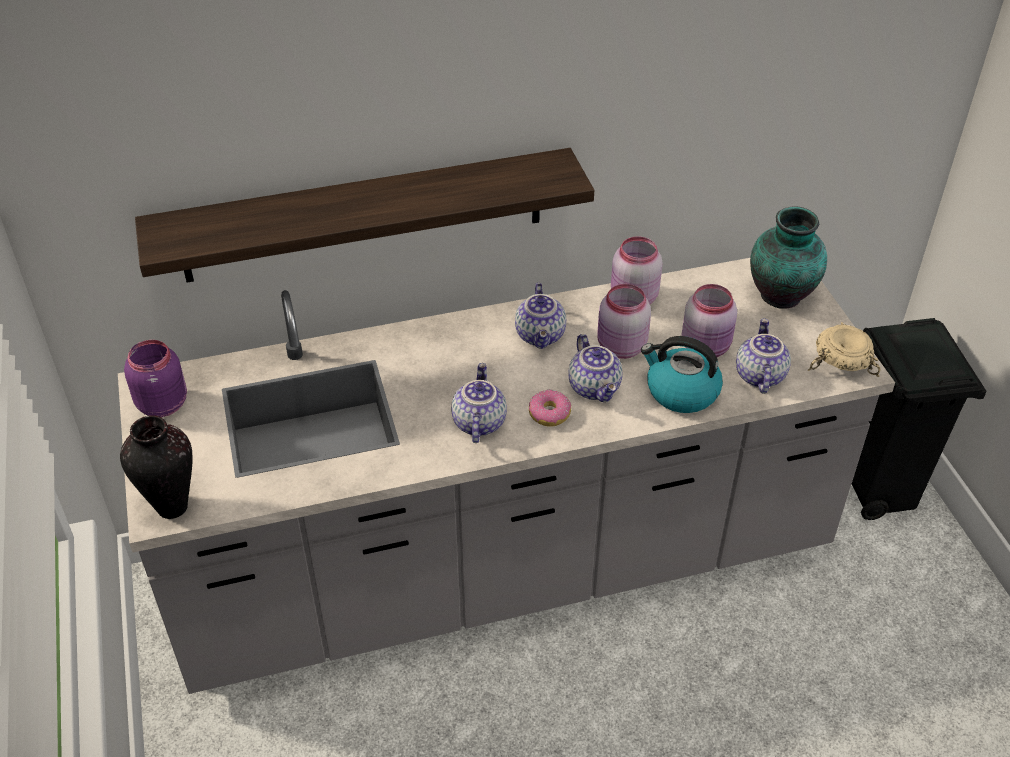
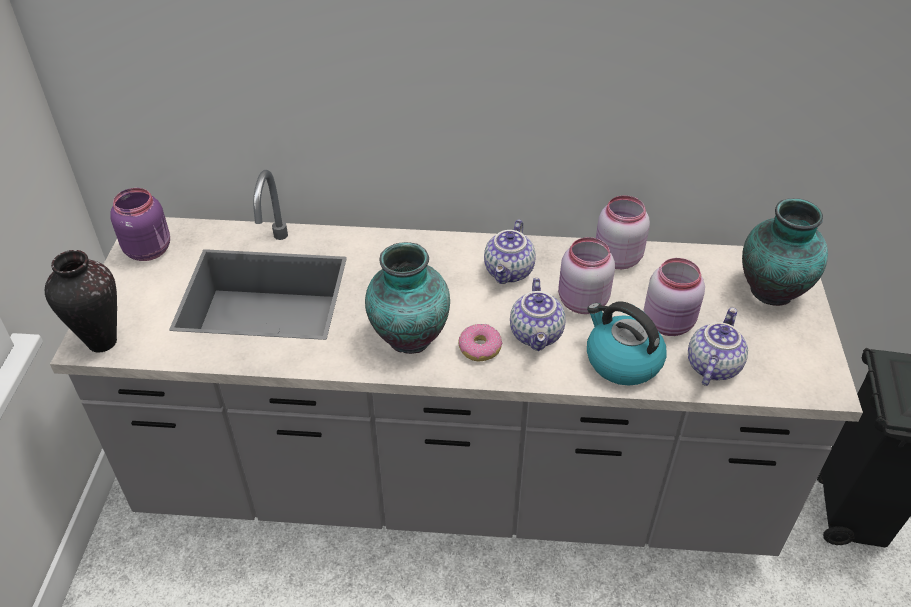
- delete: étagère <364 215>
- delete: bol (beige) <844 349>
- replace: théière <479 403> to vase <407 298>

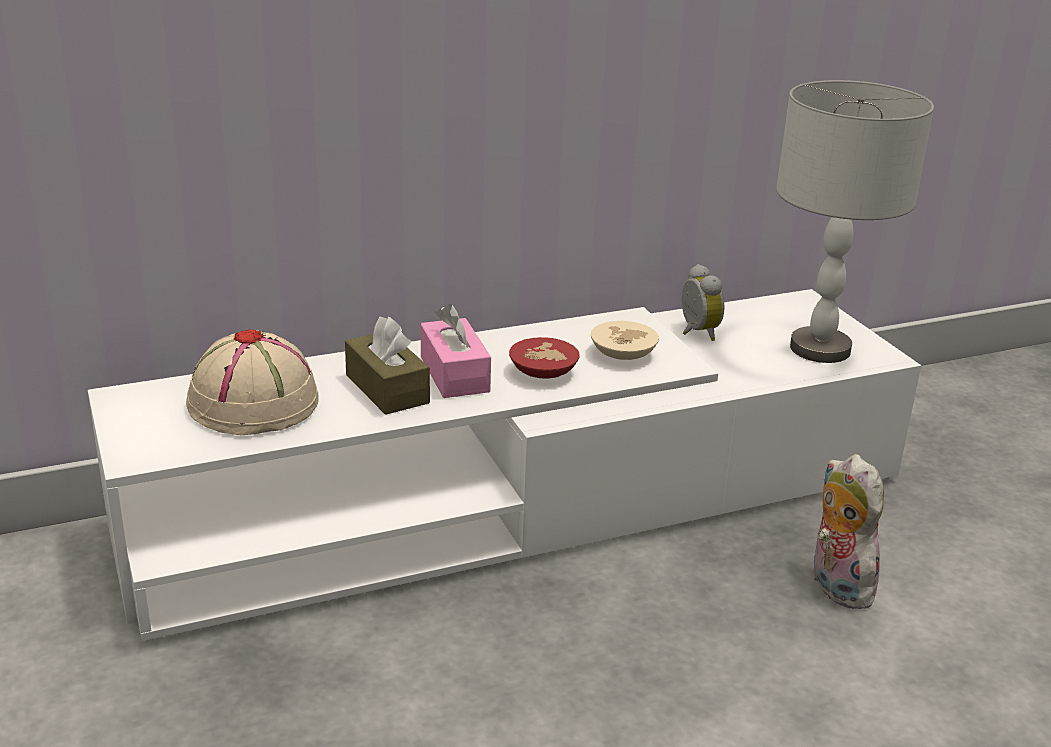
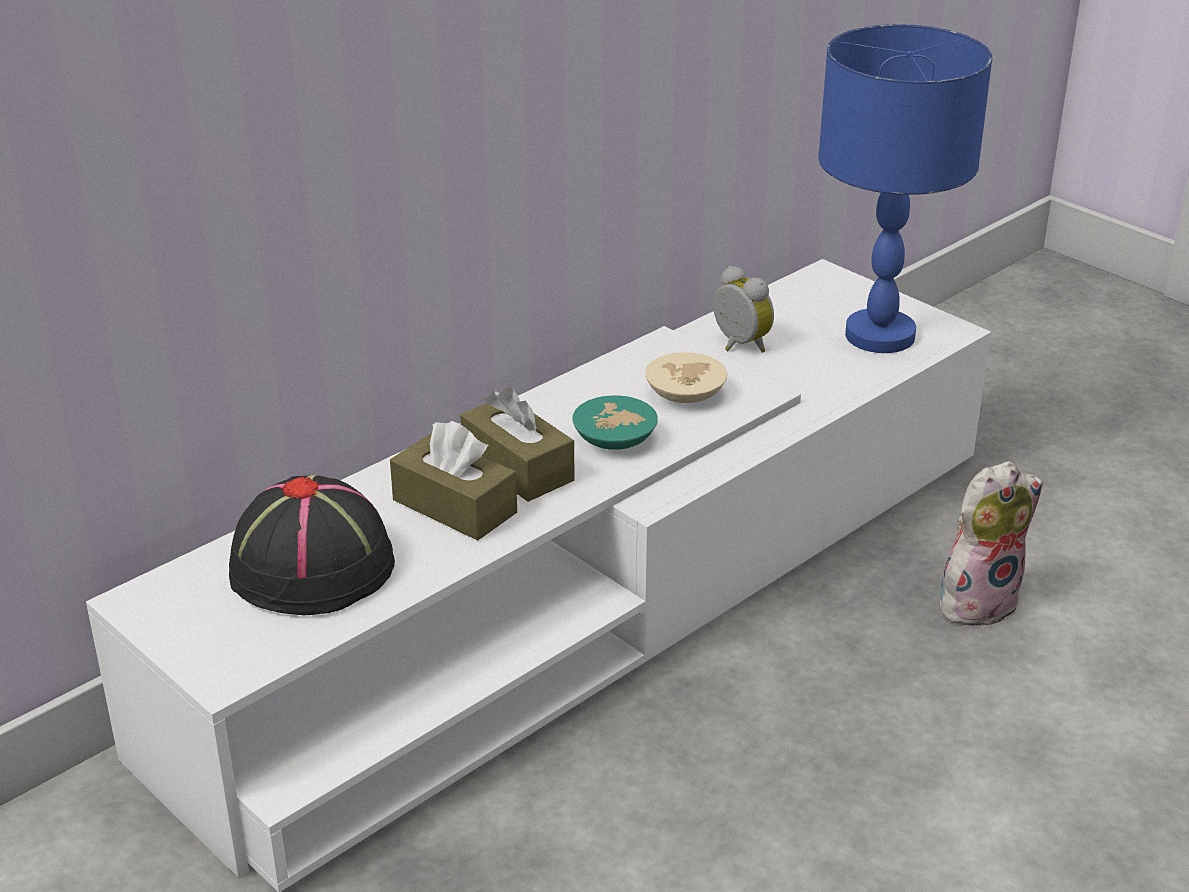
- recolor: lampe de table (gris) <855 221> to lampe de table (bleu) <905 188>
- recolor: boîte à mouchoirs (rose) <456 351> to boîte à mouchoirs (marron) <517 444>
- recolor: chapeau (beige) <252 382> to chapeau (noir) <312 545>
- recolor: bol (rouge) <544 357> to bol (turquoise) <615 422>
- rotate: peluche <848 531> = <991 543> 105 degrees clockwise

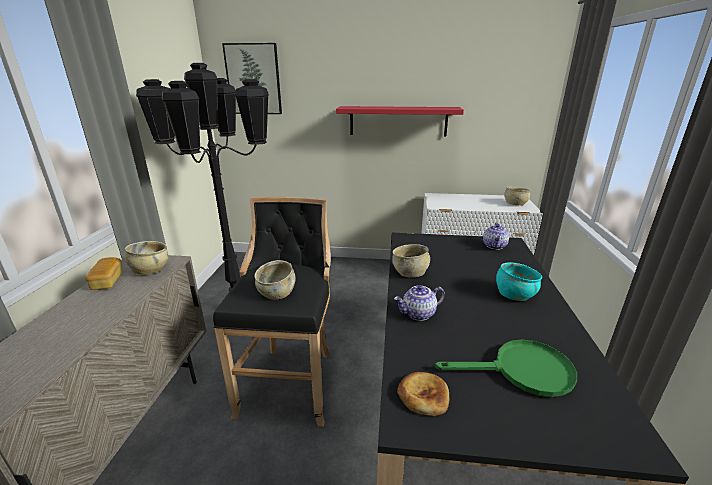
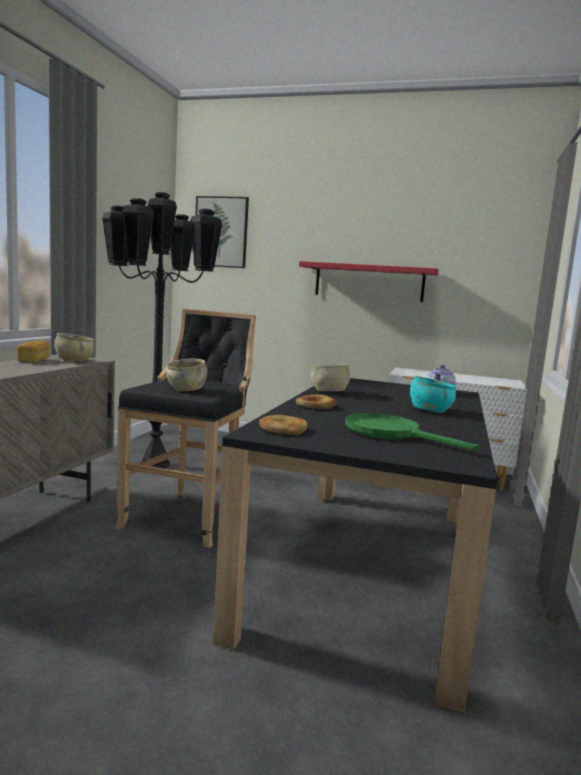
- delete: bol (beige) <517 196>
- replace: théière <419 303> to pain <316 401>
- rotate: poêle (vert) <506 368> = <412 432> 150 degrees counterclockwise

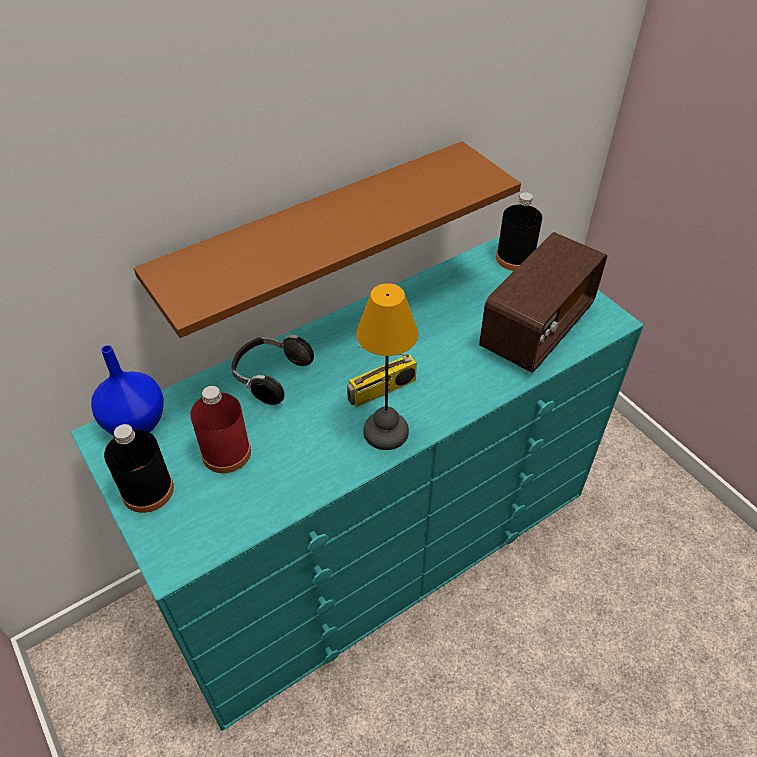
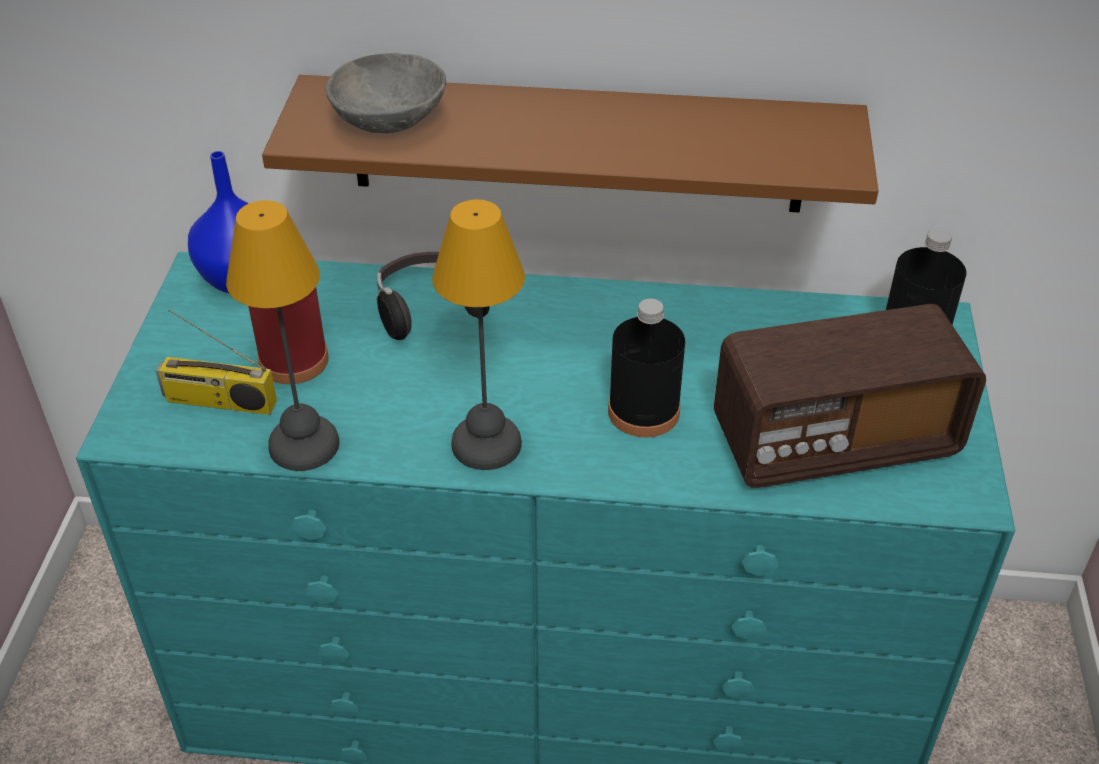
- move: radio <382 376> to <216 362>
- move: bouteille (noir) <139 468> to <646 367>
- insert: bol (gris) <386 93>
- insert: lampe de table <282 335>

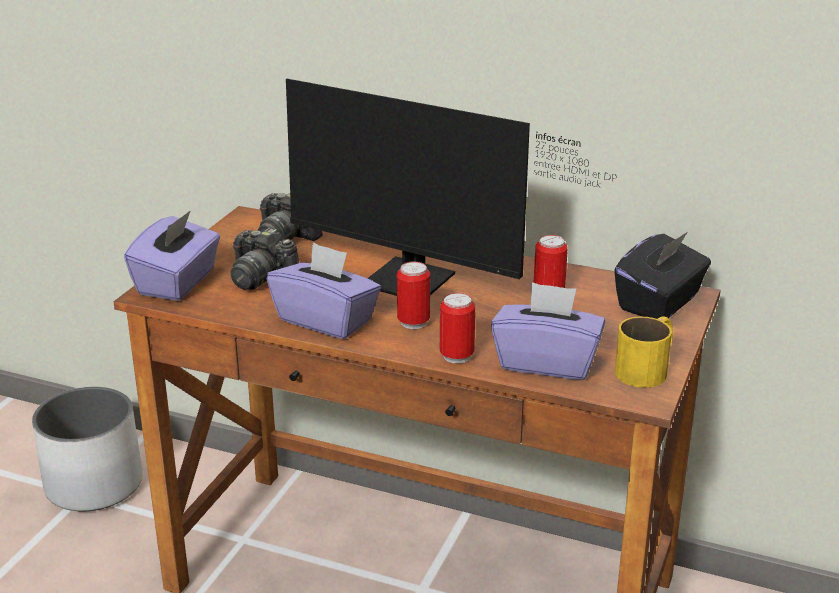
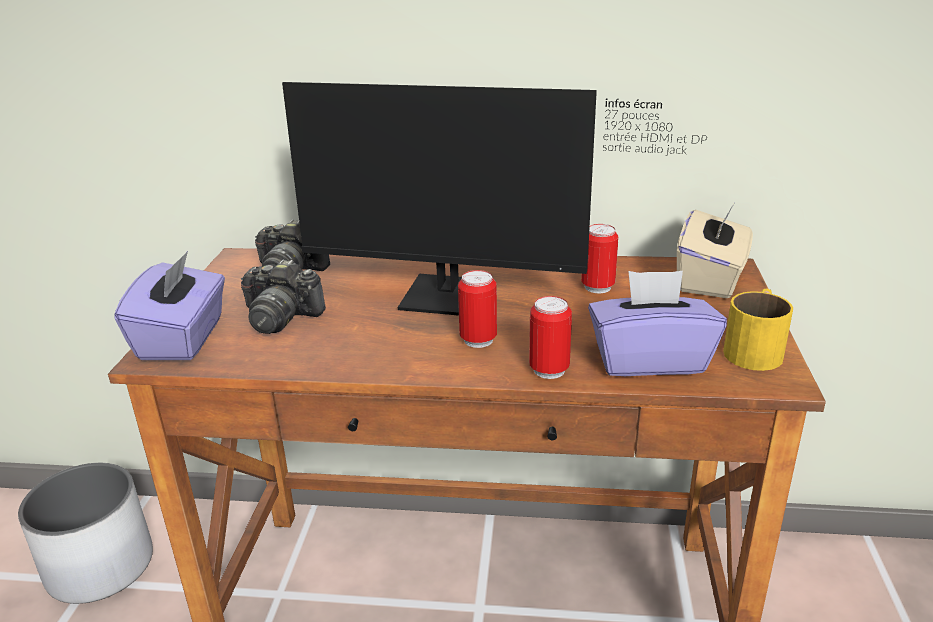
- recolor: boîte à mouchoirs (noir) <662 275> to boîte à mouchoirs (beige) <715 249>
- delete: boîte à mouchoirs (violet) <324 290>

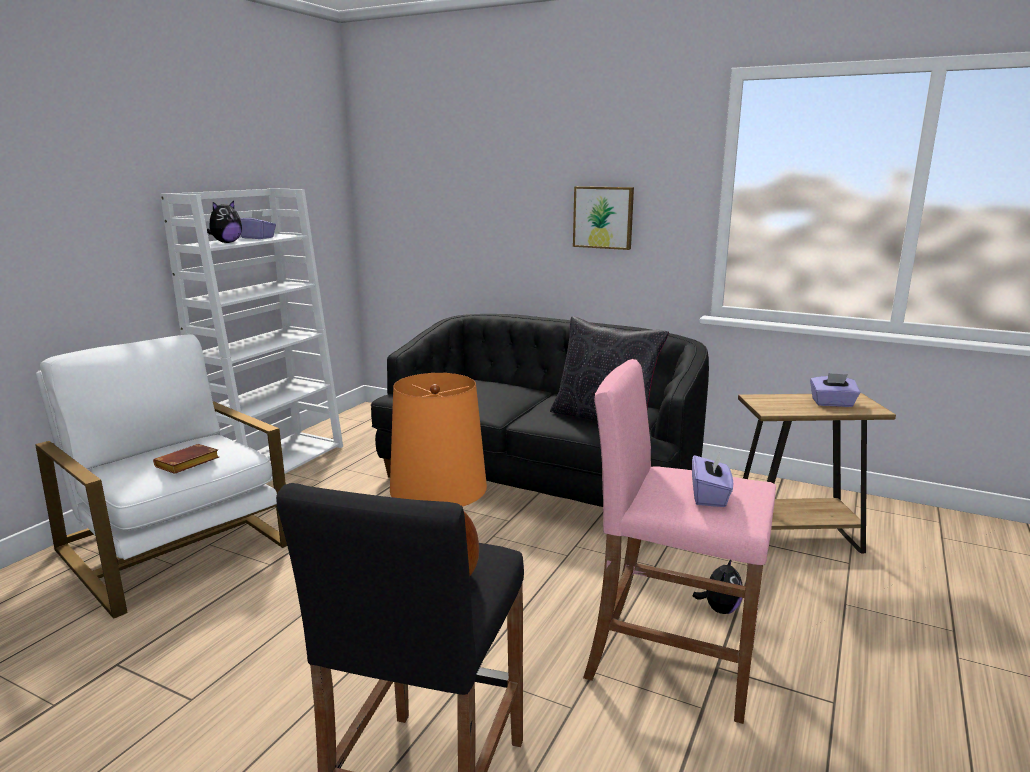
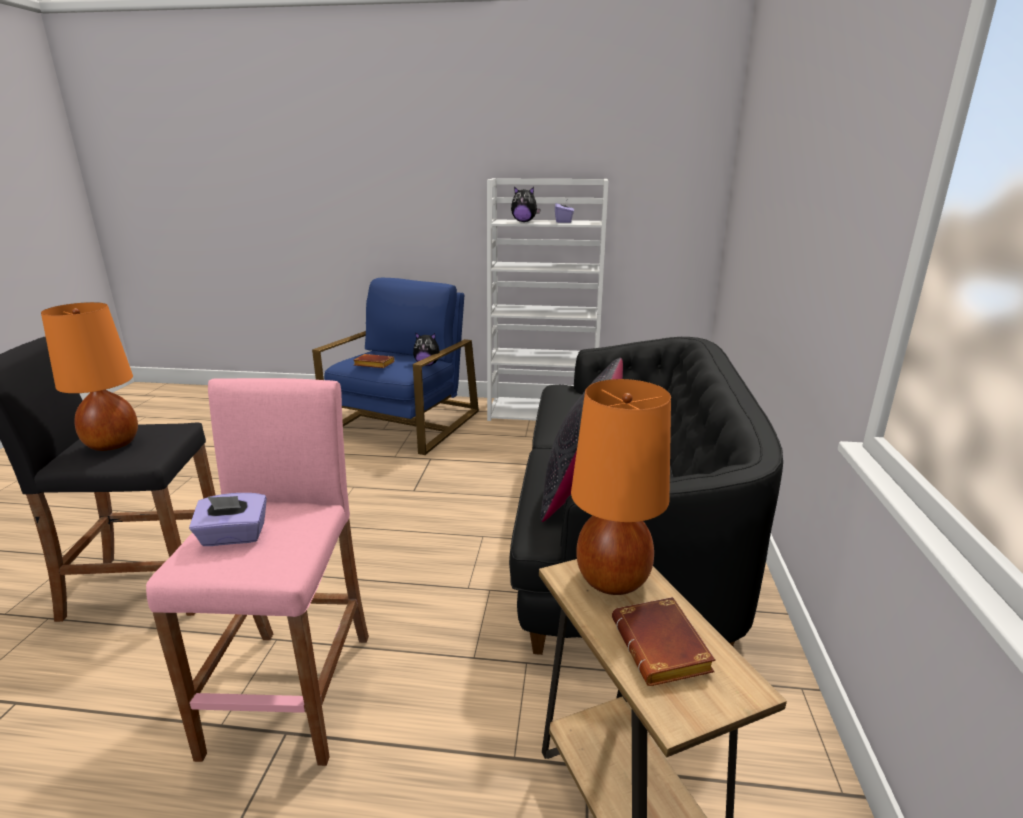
- delete: tableau <603 218>
- recolor: fauteuil (blanc) <161 477> to fauteuil (bleu) <395 366>
- replace: boîte à mouchoirs (violet) <835 390> to livre (marron) <664 641>
- move: peluche <718 587> to <426 349>
- insert: lampe de table (orange) <621 487>

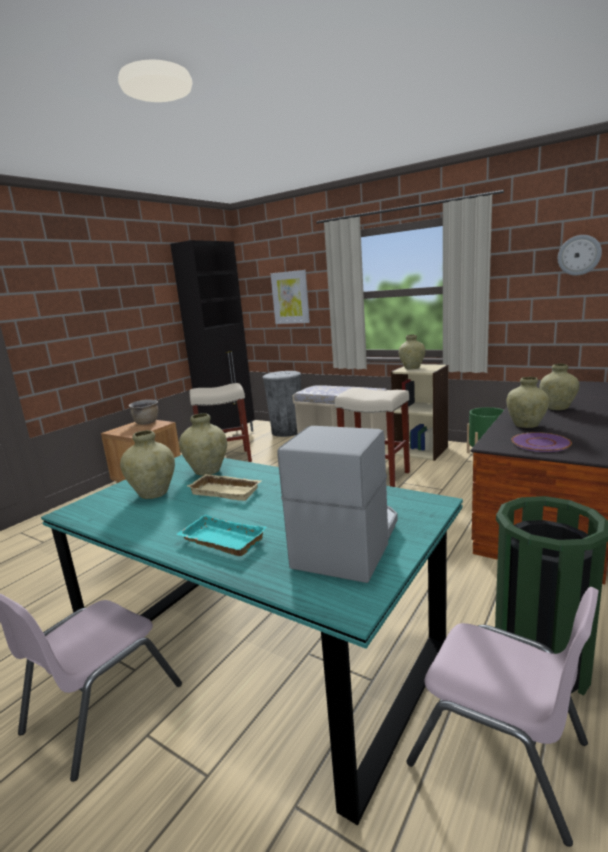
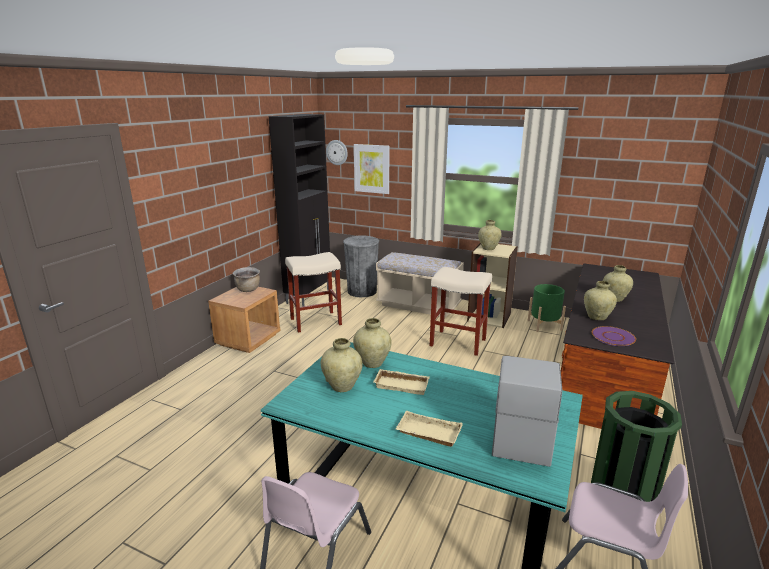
- move: horloge murale <580 255> to <337 152>
- recolor: plateau (turquoise) <221 535> to plateau (beige) <429 429>

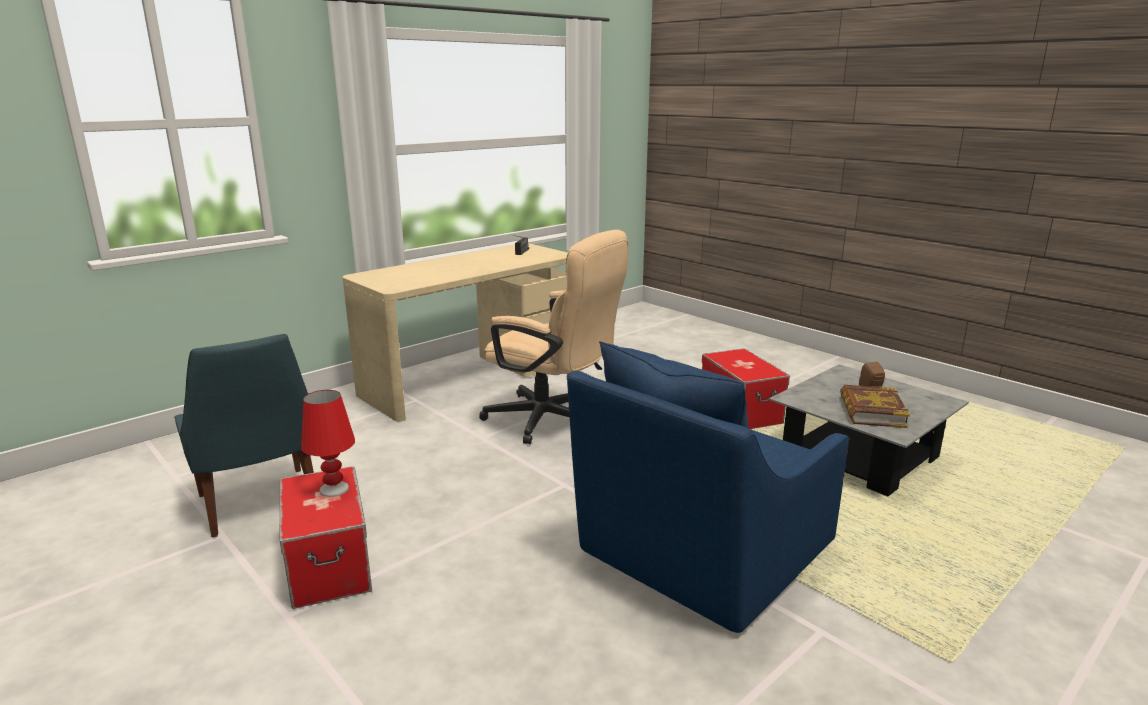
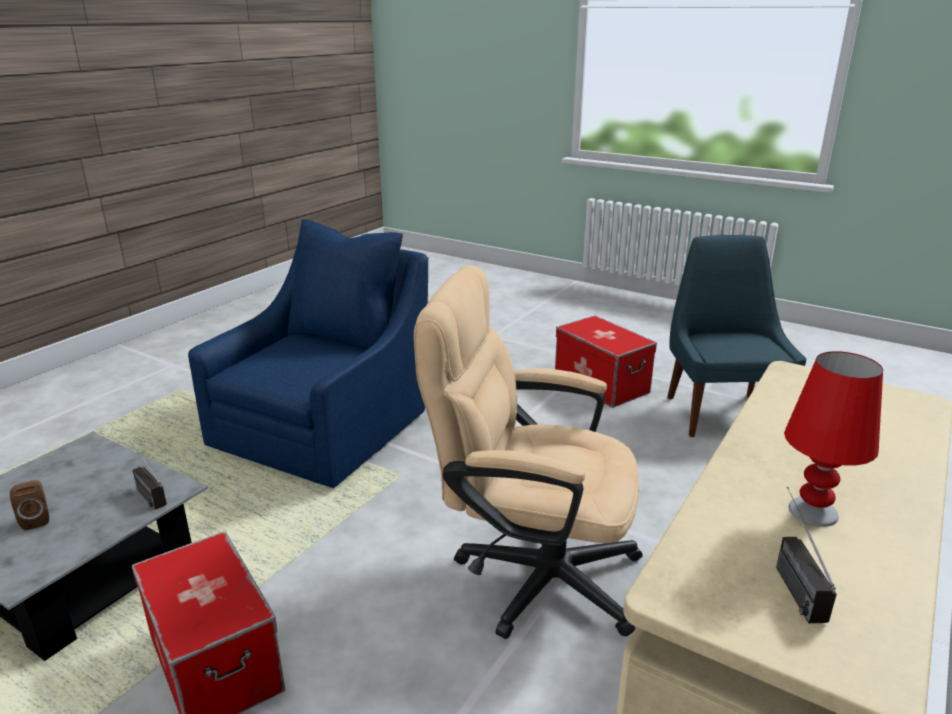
- rotate: chaise (bleu) <244 435> = <737 336> 45 degrees clockwise
- delete: livre <875 406>
- move: lampe de table (rouge) <328 443> to <833 439>
- insert: radio <148 475>

